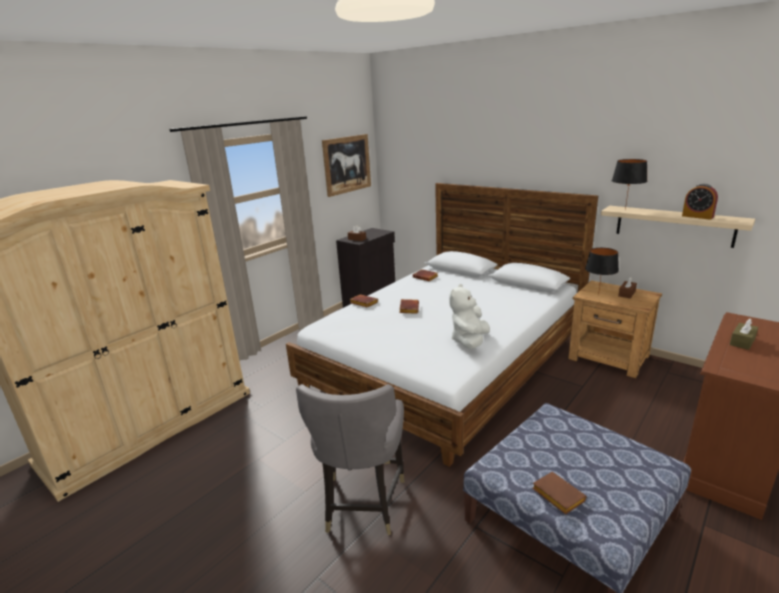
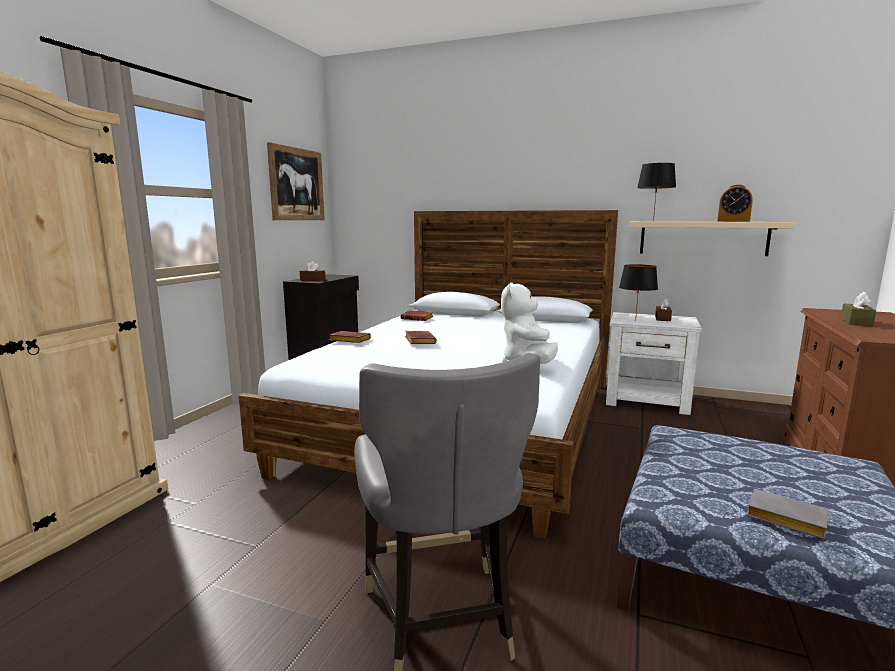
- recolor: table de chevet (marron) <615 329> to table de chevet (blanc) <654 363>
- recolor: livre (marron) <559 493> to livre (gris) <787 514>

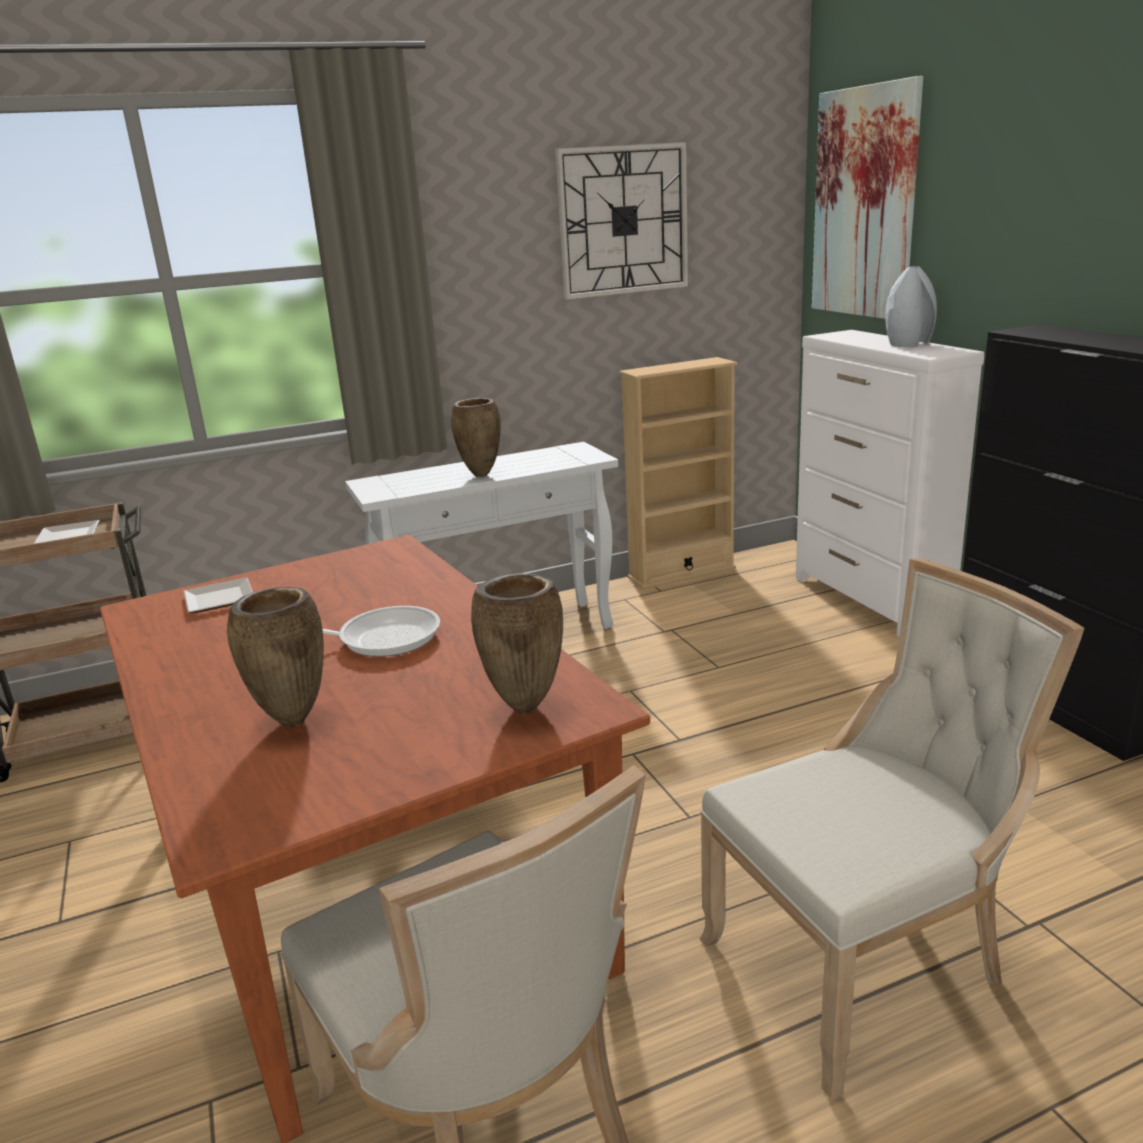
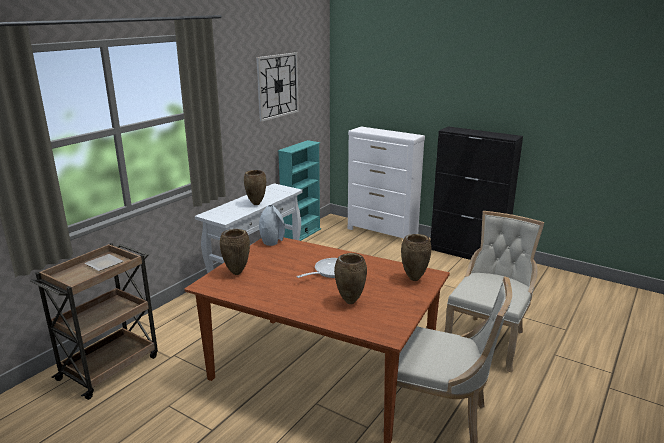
- delete: tableau <867 197>
- move: vase (gris) <911 306> to <272 225>
- recolor: bibliothèque (beige) <678 473> to bibliothèque (turquoise) <299 190>
- replace: assiette <218 595> to vase (marron) <235 252>

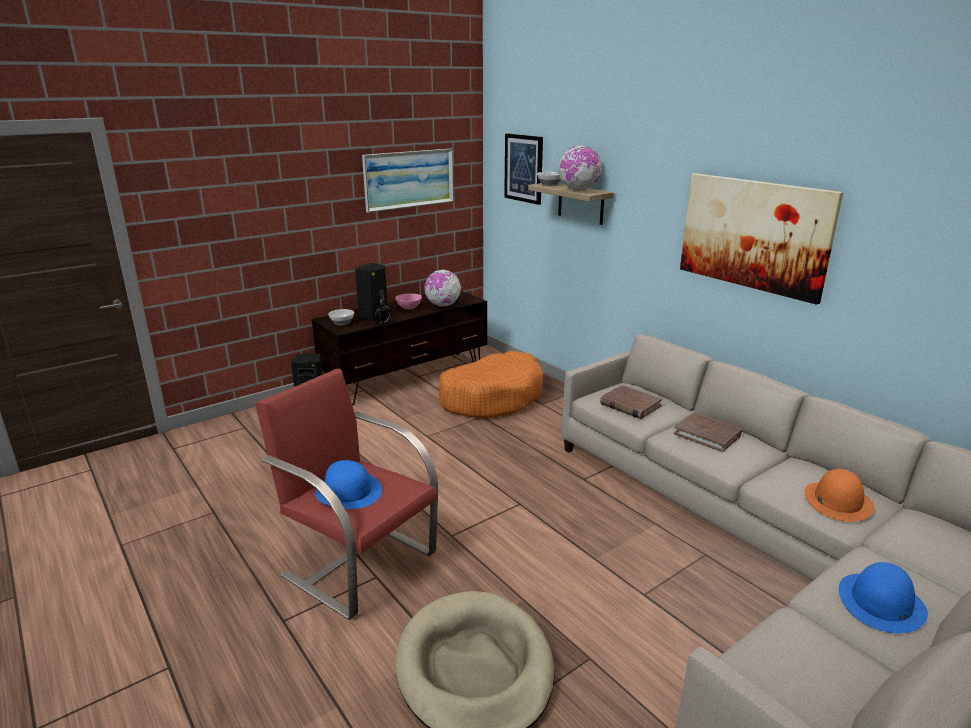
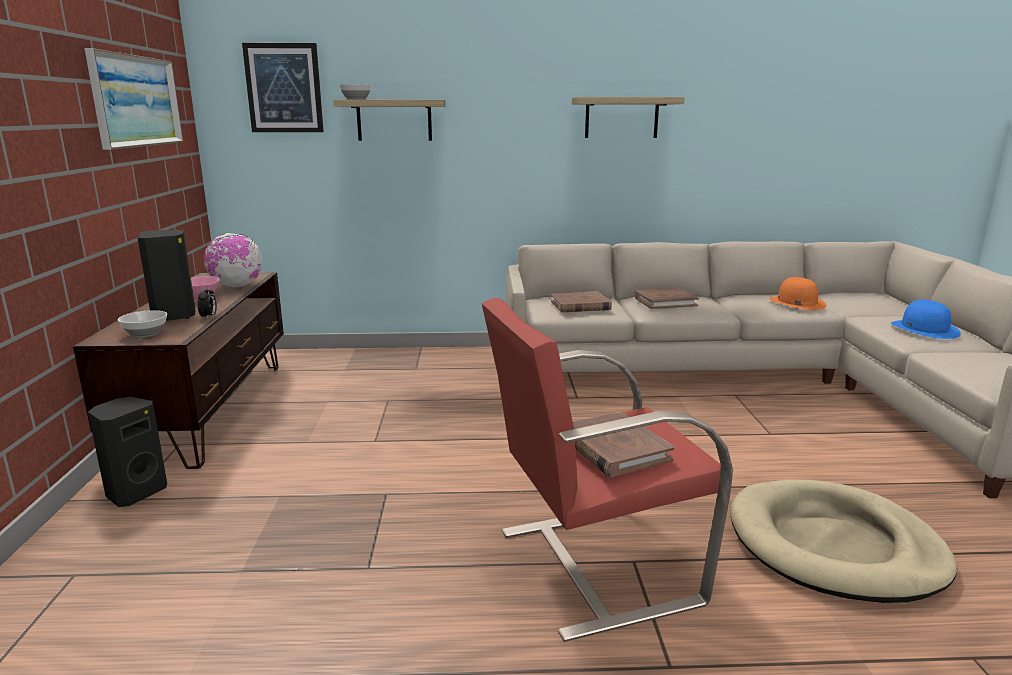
- delete: globe <579 168>
- replace: tableau <761 239> to étagère <628 117>
- delete: panier pour chien (orange) <491 385>
- replace: chapeau (bleu) <348 484> to livre (marron) <624 444>

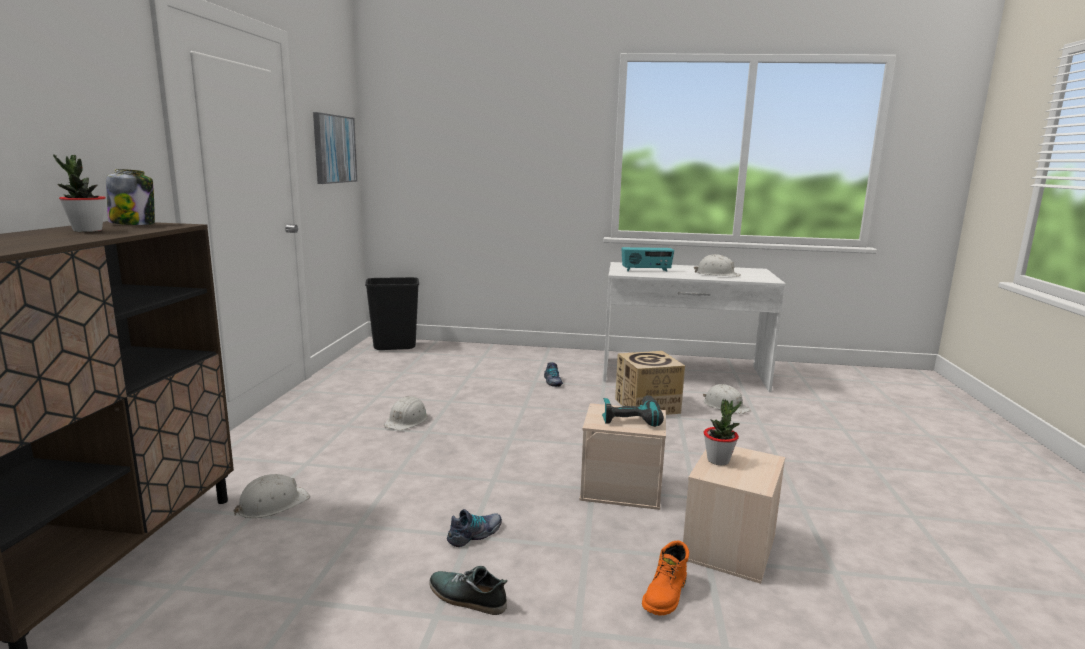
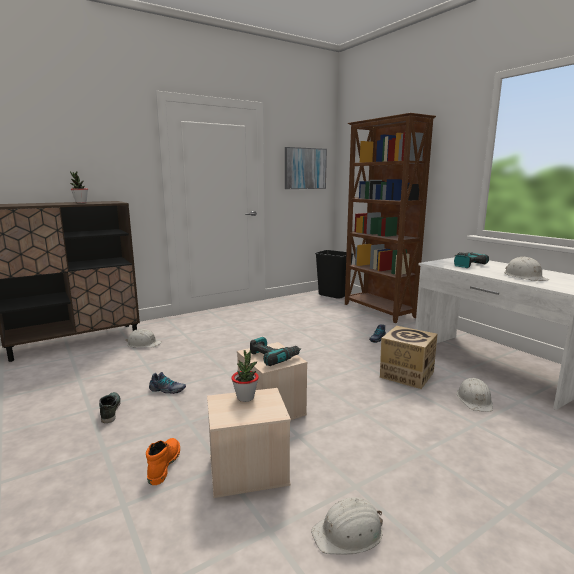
- delete: bocal <130 197>
- replace: radio <647 259> to perceuse <471 260>
- move: casque de chantier (blanc) <406 413> to <347 526>
- rotate: botte (orange) <665 578> = <163 461> 105 degrees clockwise
- insert: bibliothèque (marron) <390 218>

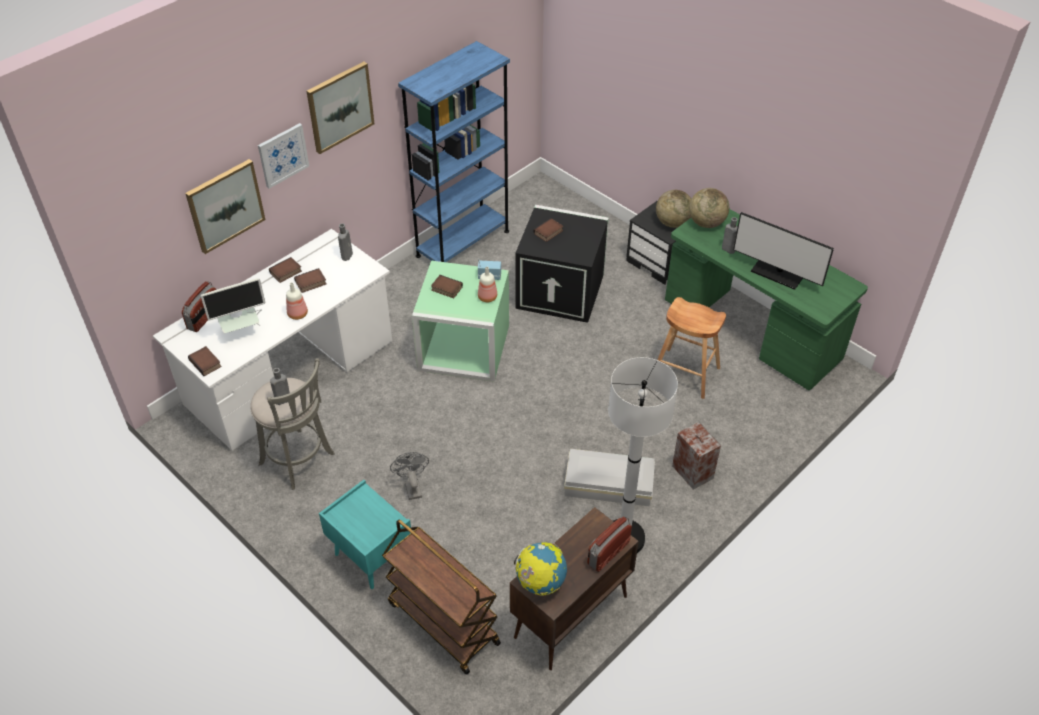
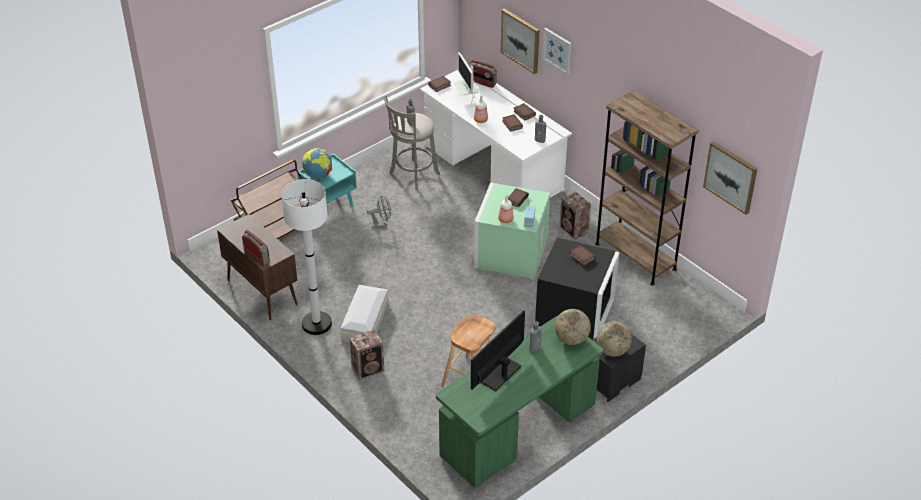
- recolor: bibliothèque (bleu) <454 151> to bibliothèque (marron) <647 187>
- move: tableau <340 108> to <730 178>
- move: globe <540 568> to <317 163>
- insert: enceinte <575 215>

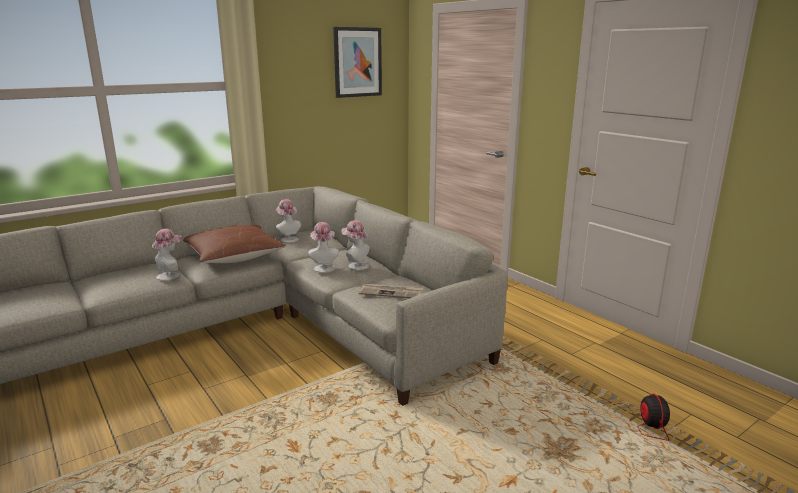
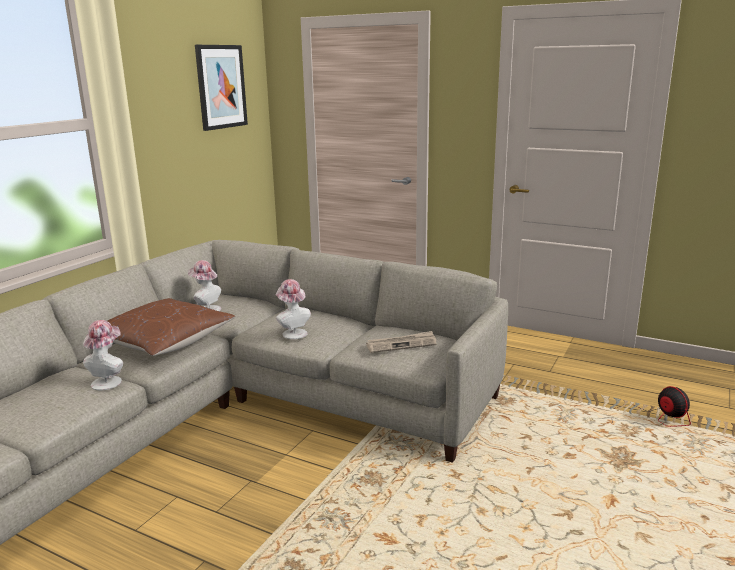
- delete: chapeau <356 245>

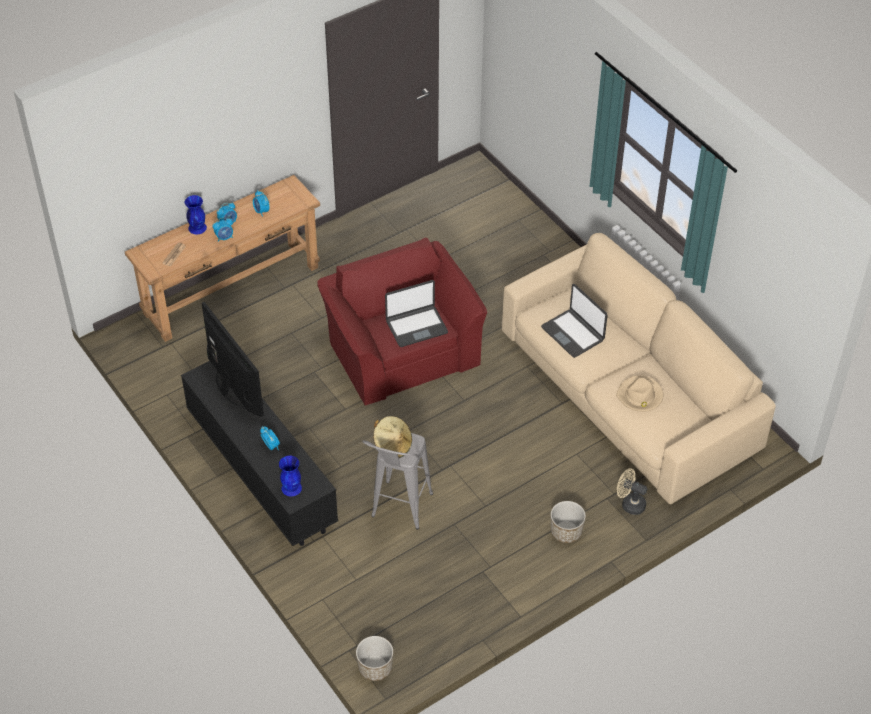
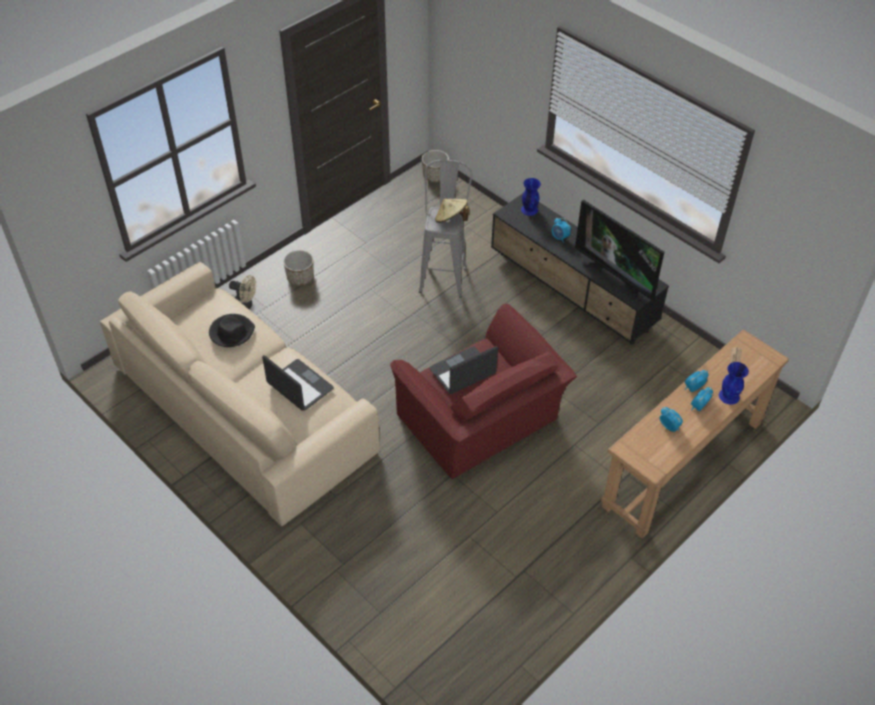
- recolor: chapeau (beige) <639 393> to chapeau (noir) <232 330>

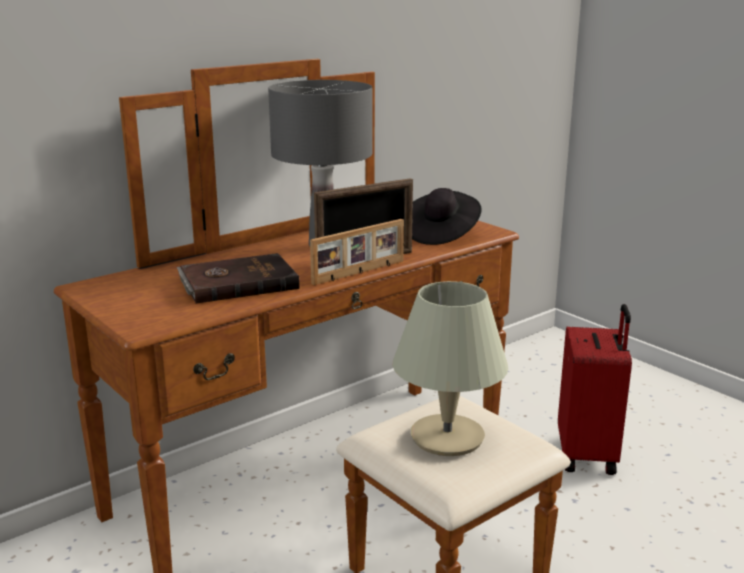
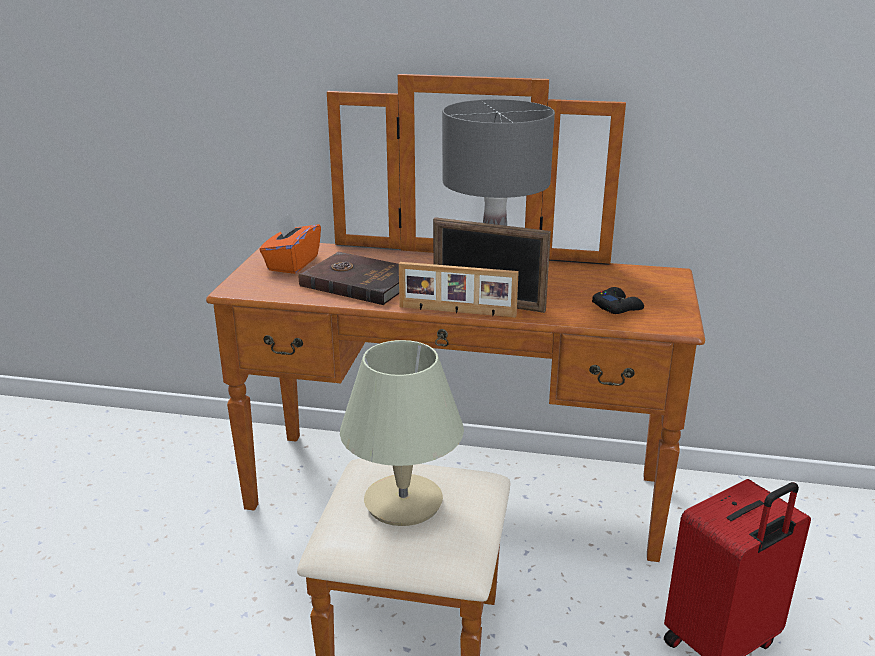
- replace: chapeau (noir) <447 216> to manette (noir) <618 300>
- insert: boîte à mouchoirs (orange) <290 243>

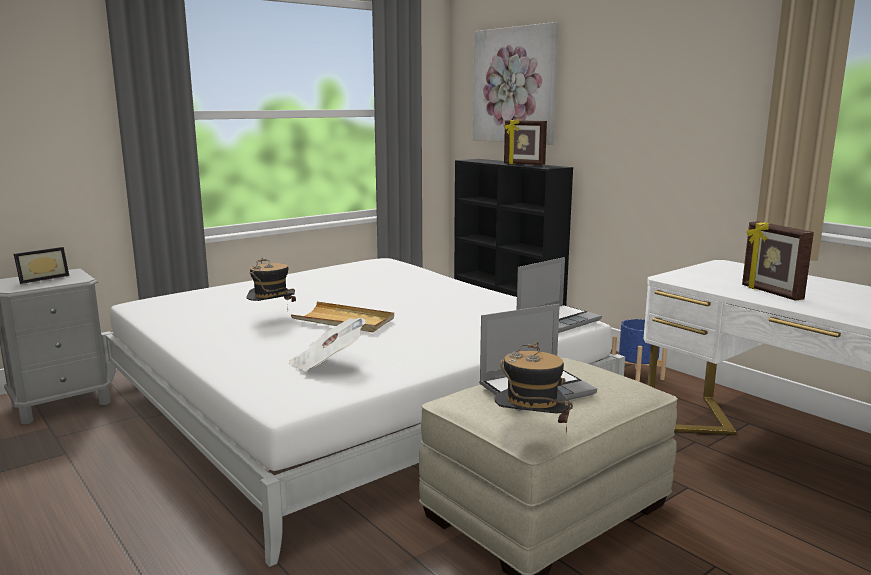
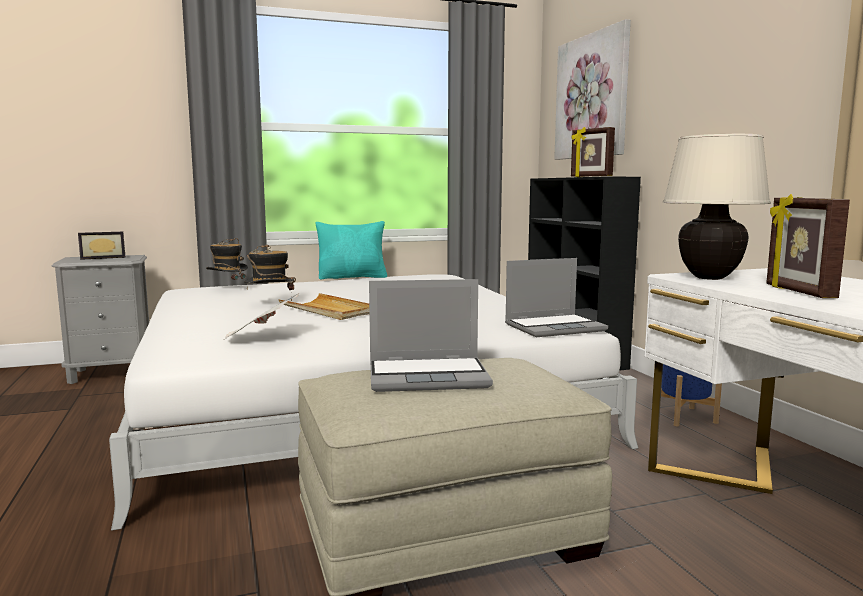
- move: chapeau <533 387> to <227 263>
- insert: lampe de table (beige) <717 207>
- insert: coussin (turquoise) <351 250>

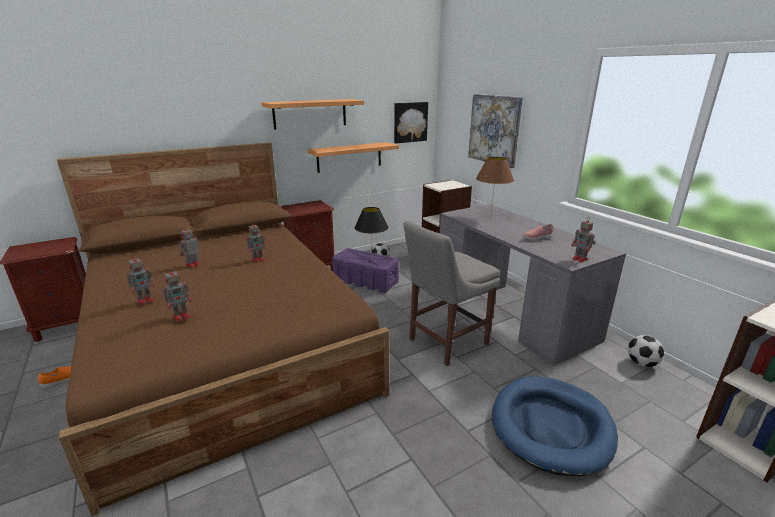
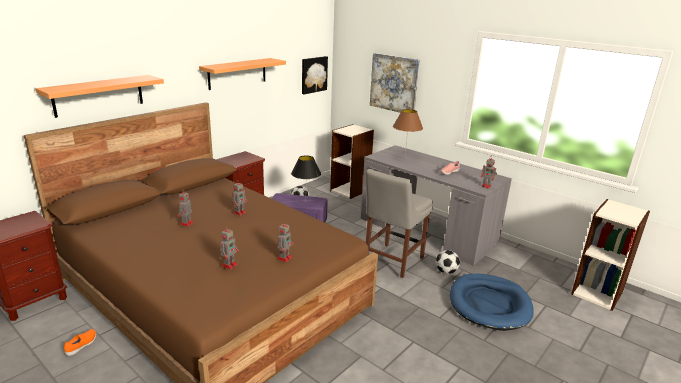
- move: étagère <353 157> to <100 96>
- move: robot jouet <140 280> to <285 242>
- move: ballon de foot <646 351> to <448 262>

